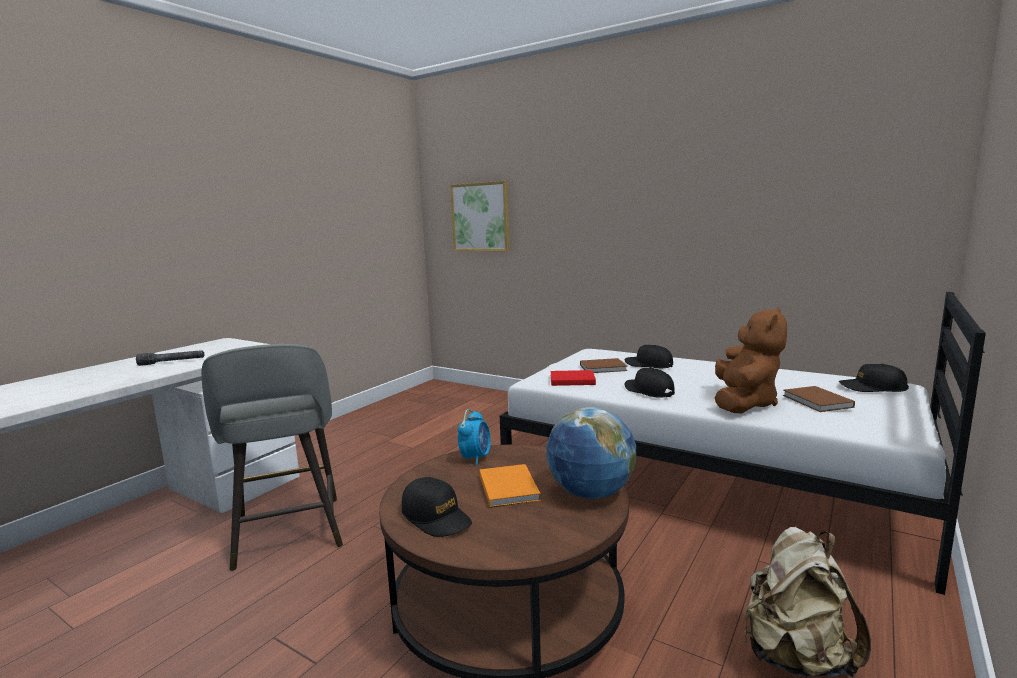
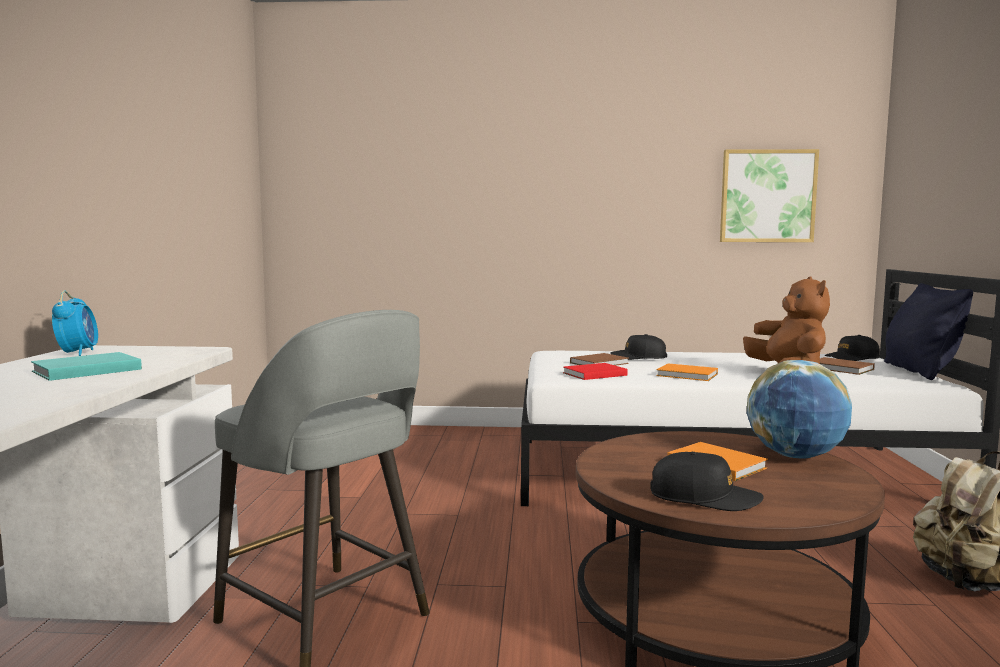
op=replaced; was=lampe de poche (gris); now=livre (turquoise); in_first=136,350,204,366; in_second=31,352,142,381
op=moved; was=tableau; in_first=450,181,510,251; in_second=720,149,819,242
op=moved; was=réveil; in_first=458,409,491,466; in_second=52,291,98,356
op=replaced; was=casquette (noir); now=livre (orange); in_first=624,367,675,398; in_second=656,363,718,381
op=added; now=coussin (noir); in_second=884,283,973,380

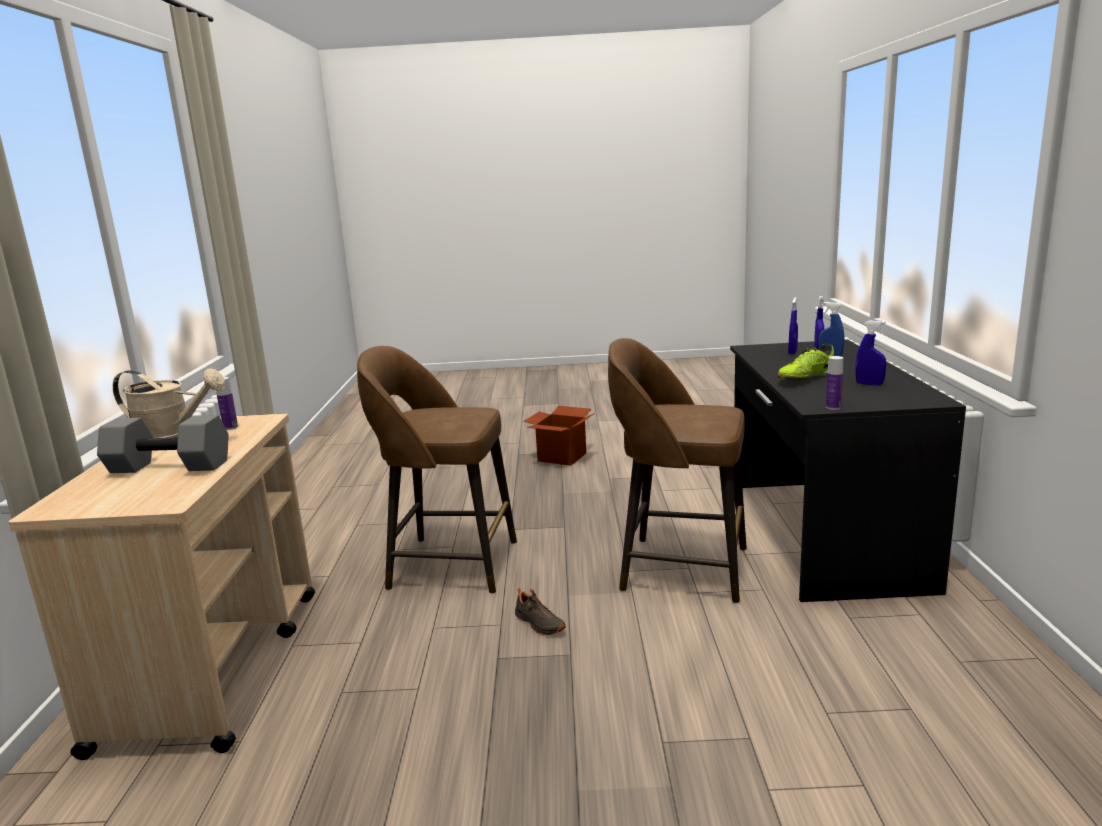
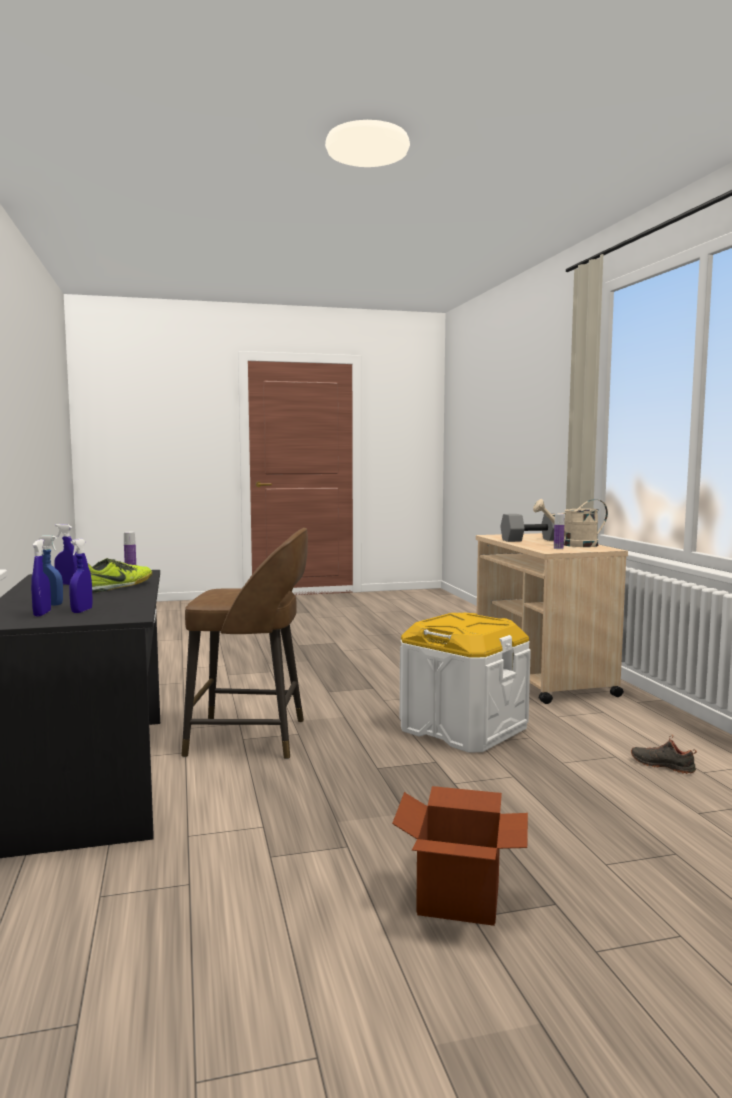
op=replaced; was=tabouret (marron); now=boîte de rangement (blanc); in_first=357,346,517,594; in_second=400,613,531,753
op=moved; was=chaussure (noir); in_first=515,588,566,635; in_second=631,735,697,774

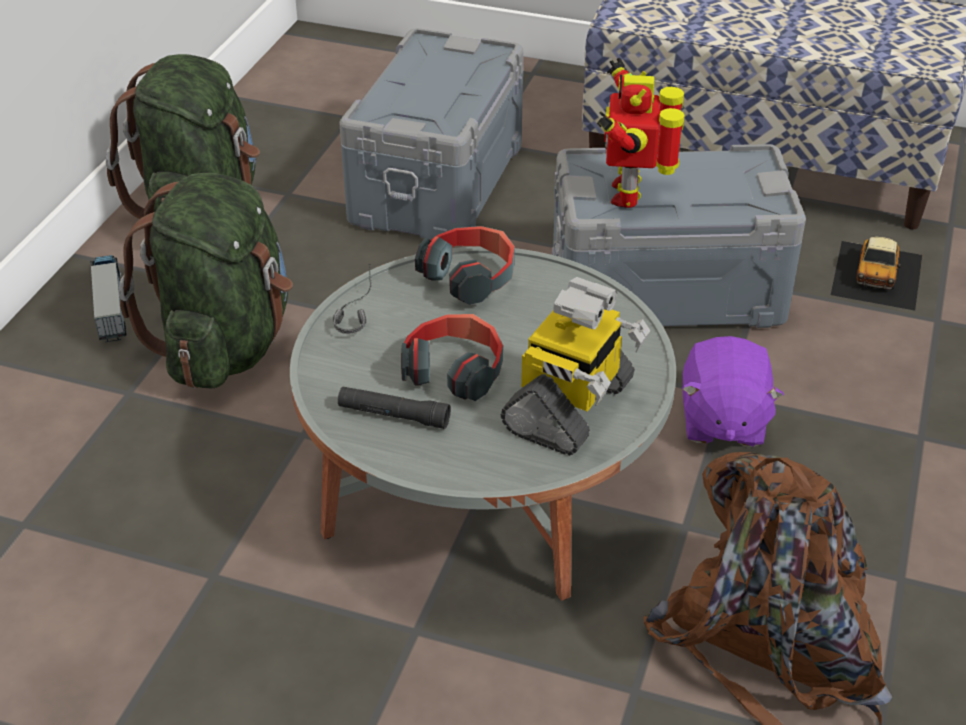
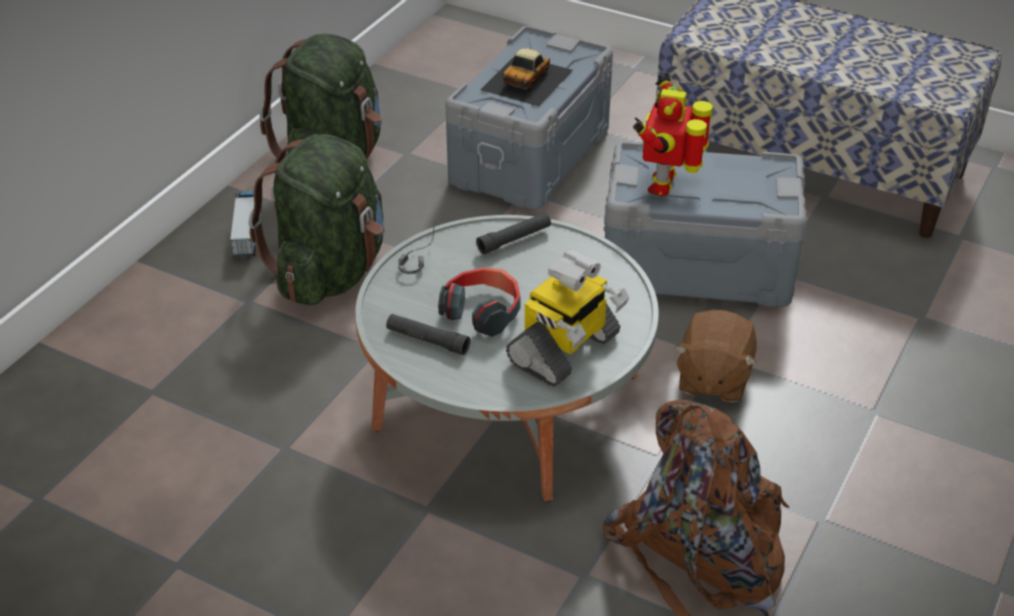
op=replaced; was=casque audio; now=lampe de poche (noir); in_first=415,226,515,305; in_second=476,213,551,254
op=recoloured; was=peluche (violet); now=peluche (marron); in_first=682,336,784,447; in_second=674,310,757,403
op=moved; was=petite voiture; in_first=831,237,922,311; in_second=480,48,573,106

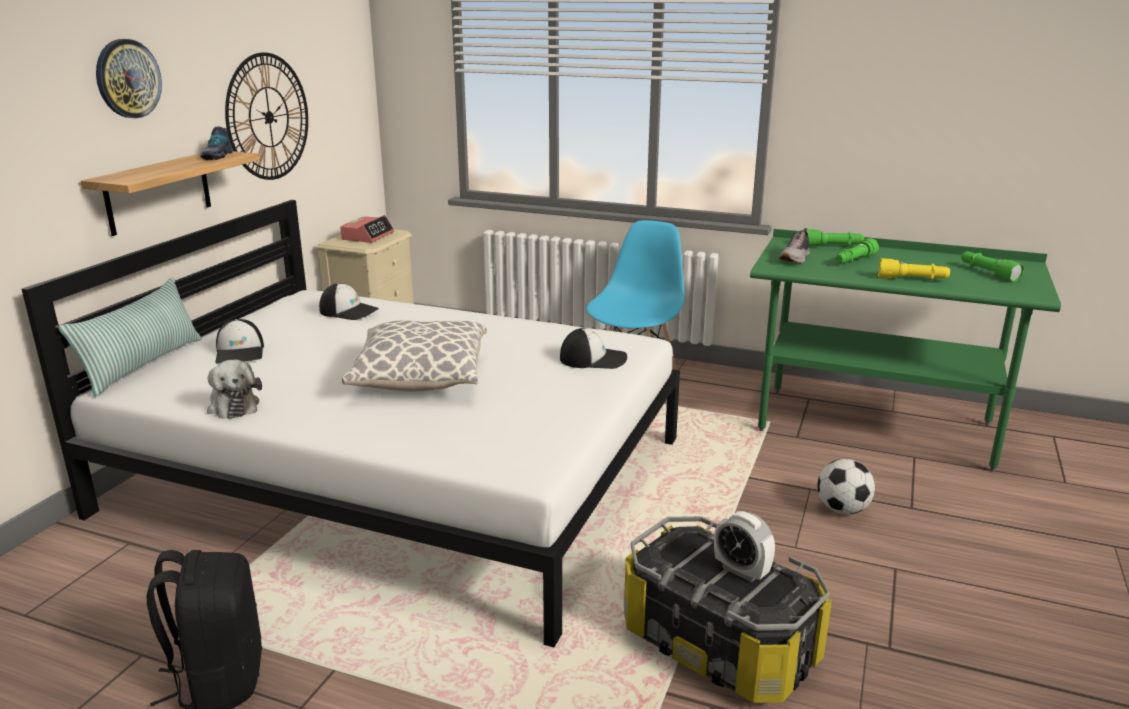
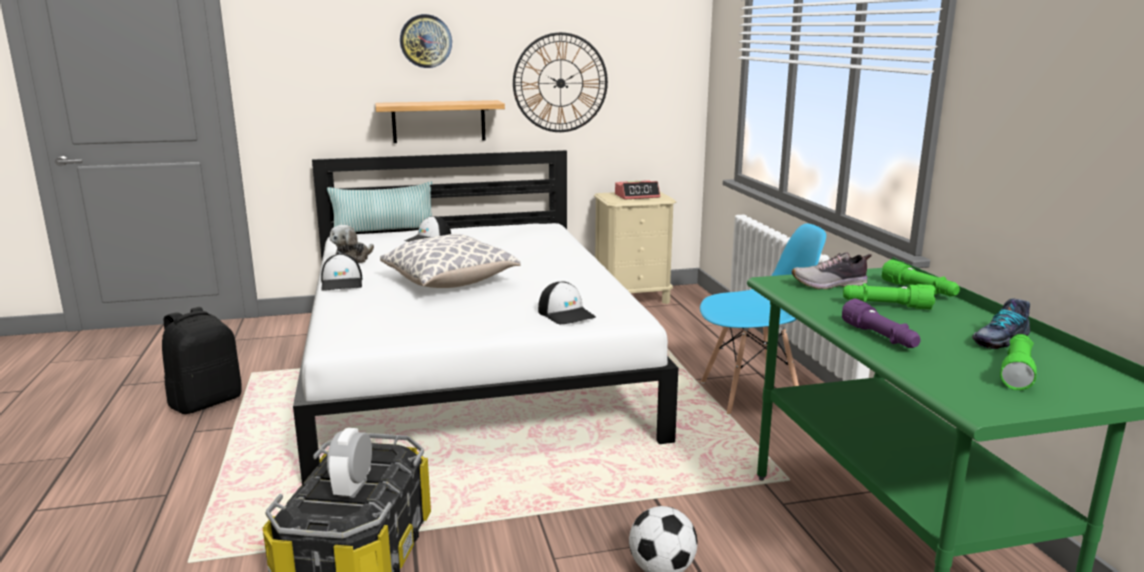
op=moved; was=chaussure; in_first=200,126,233,160; in_second=972,298,1030,349
op=moved; was=casquette; in_first=319,283,379,320; in_second=321,254,362,291
op=recoloured; was=lampe de poche (jaune); now=lampe de poche (violet); in_first=878,258,950,280; in_second=842,299,921,348

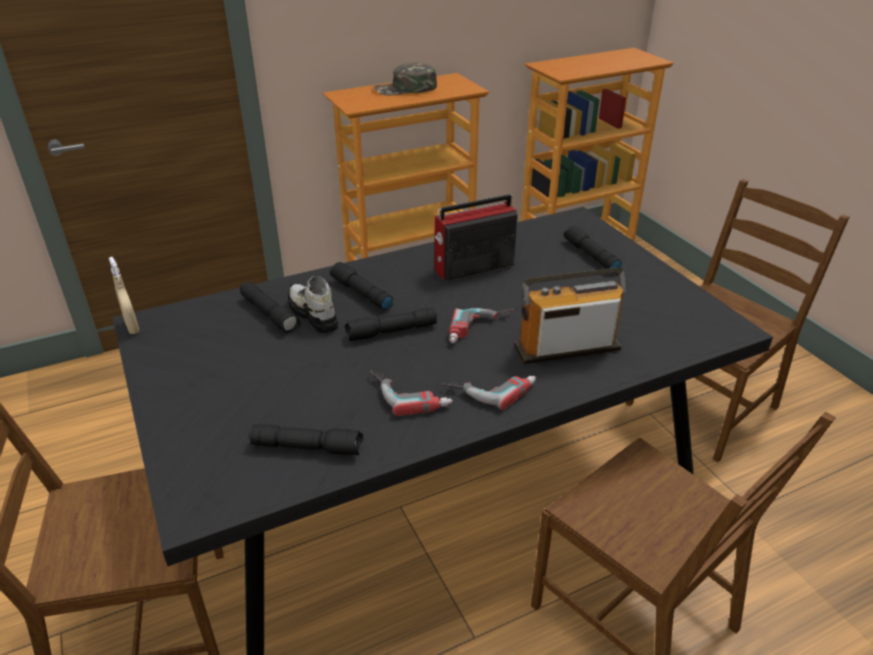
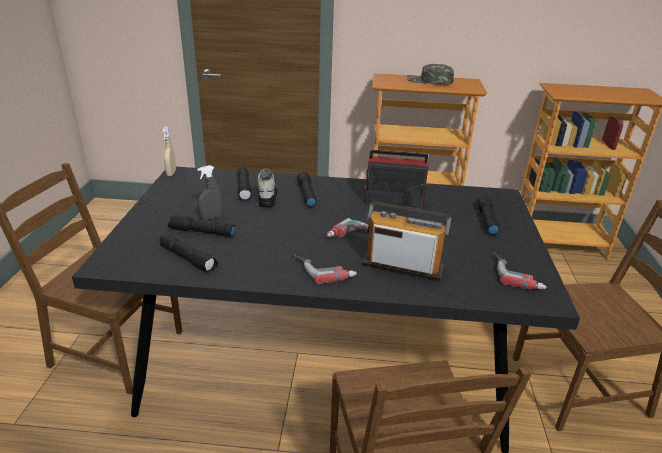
op=moved; was=lampe de poche (noir); in_first=345,308,437,341; in_second=168,214,236,237
op=moved; was=perceuse; in_first=370,371,453,416; in_second=493,252,547,290
op=added; now=vaporisateur (gris); in_second=197,165,222,220

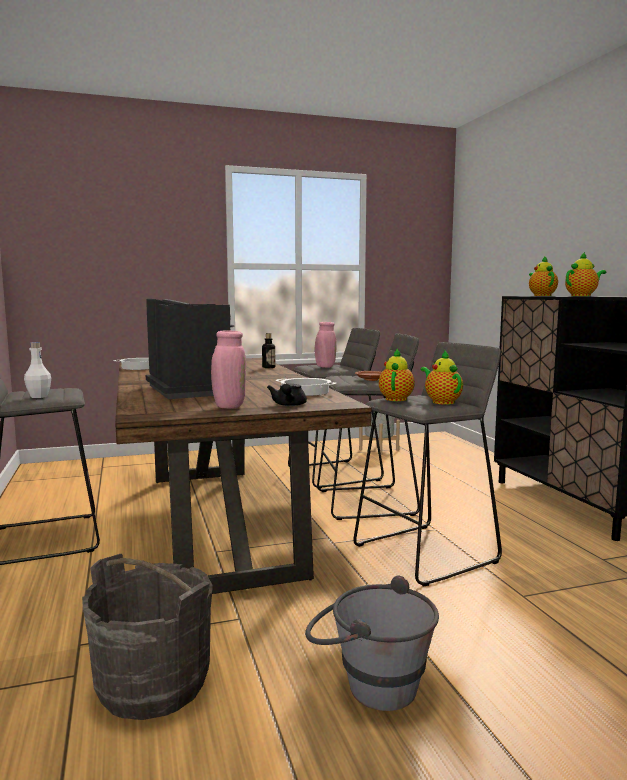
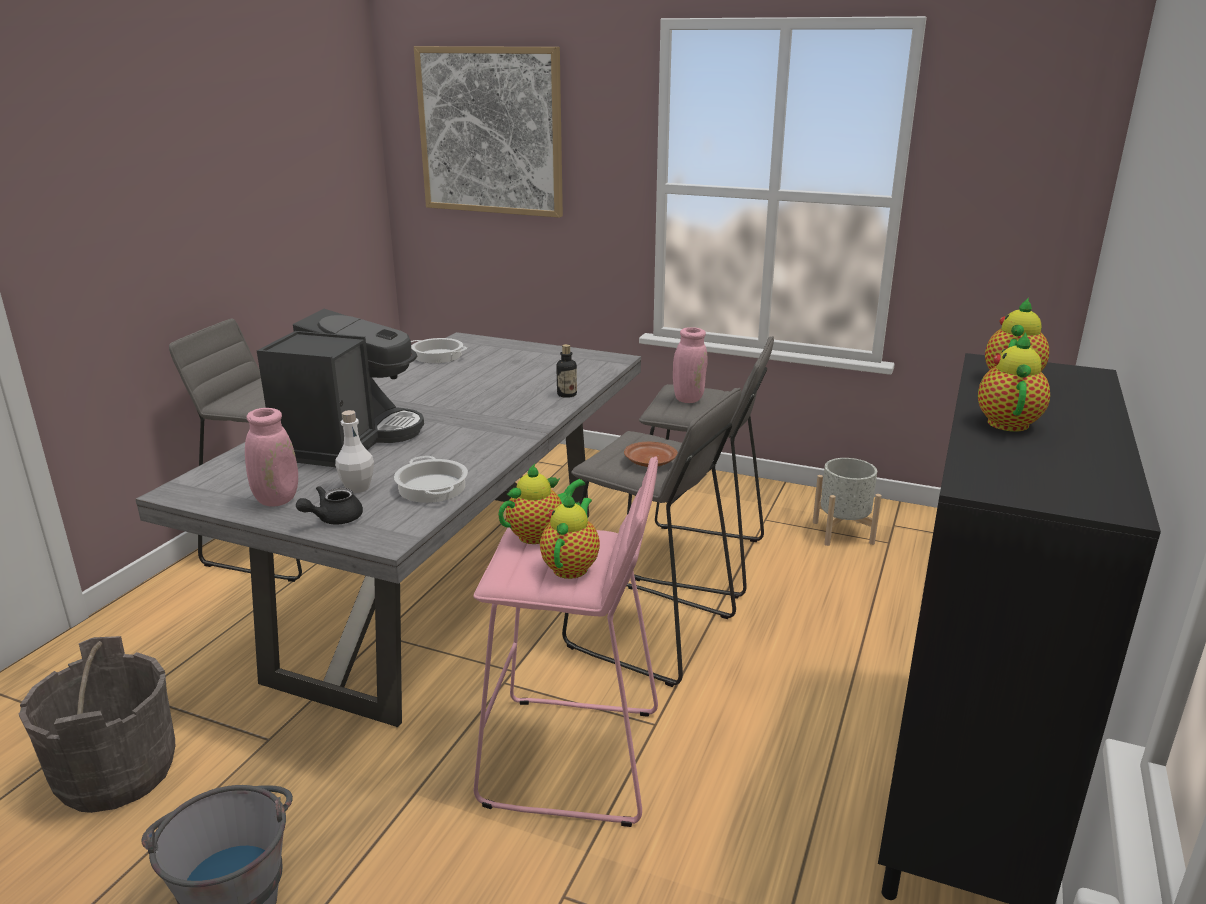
op=moved; was=bouteille (blanc); in_first=24,342,51,398; in_second=335,410,374,493
op=recoloured; was=table à manger (marron); now=table à manger (gris); in_first=115,358,372,594; in_second=135,332,641,727
op=recoloured; was=tabouret (gris); now=tabouret (rose); in_first=353,342,502,587; in_second=473,456,658,827
op=turned; was=théière; in_first=565,252,606,296; in_second=978,332,1050,432; clockwise=-90
op=added; now=tableau; in_second=414,46,563,218

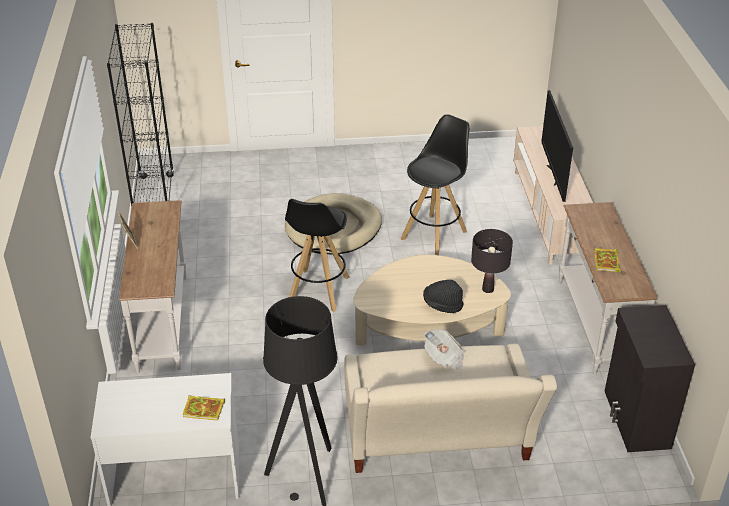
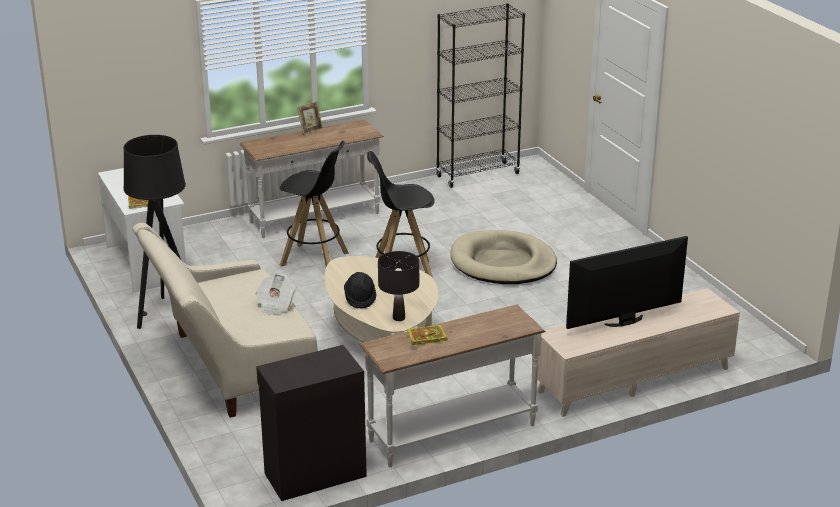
op=moved; was=tabouret (noir); in_first=401,114,469,255; in_second=280,141,349,266

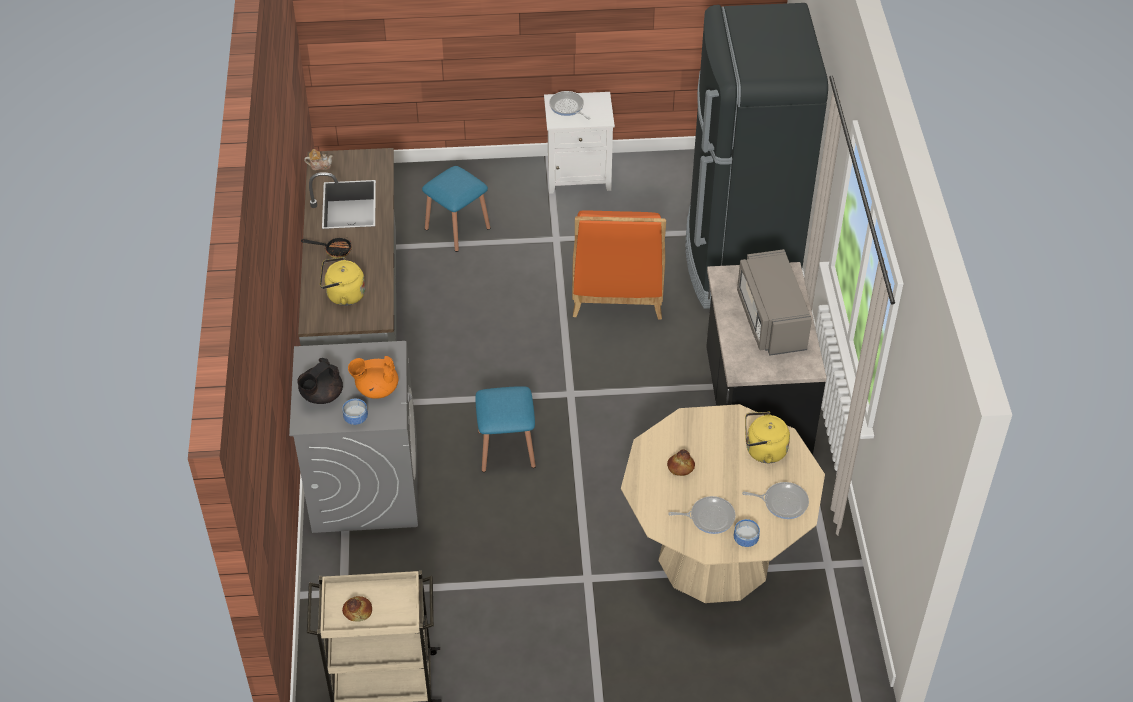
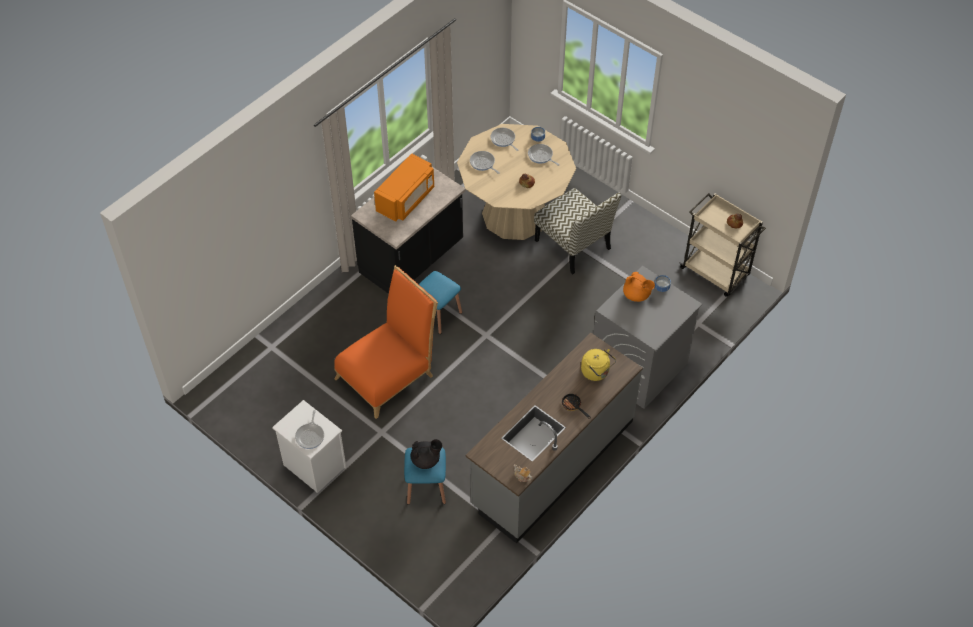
op=moved; was=théière (noir); in_first=297,358,343,404; in_second=410,439,442,469
op=moved; was=tabouret (bleu); in_first=475,386,536,472; in_second=419,271,462,334
op=removed; was=réfrigérateur (noir); in_first=686,3,828,309
op=recoloured; was=micro-ondes (gris); now=micro-ondes (orange); in_first=737,249,812,356; in_second=374,153,434,222
op=replaced; was=bouilloire (jaune); now=poêle; in_first=745,412,790,463; in_second=470,151,500,174
op=added; now=chaise; in_second=534,188,621,274

